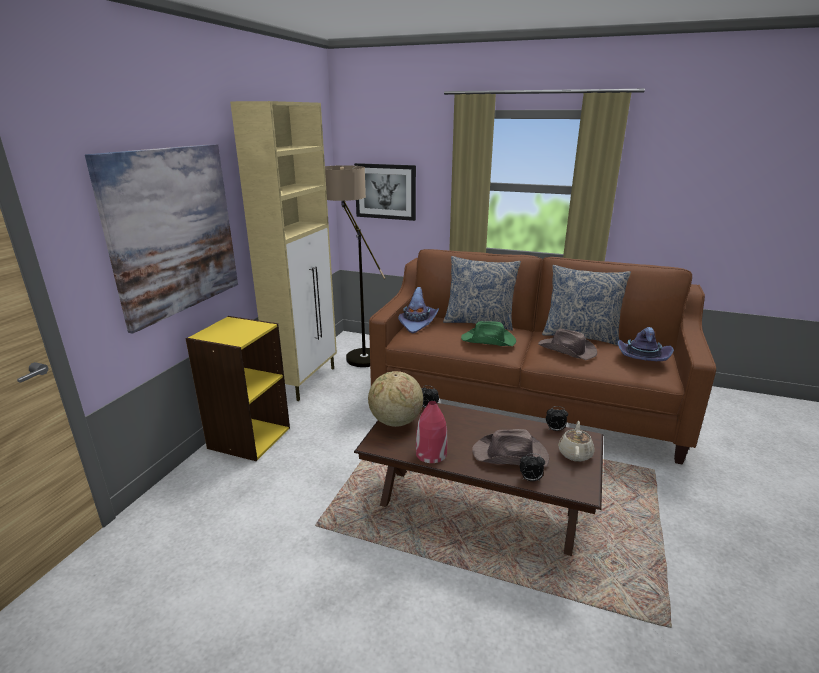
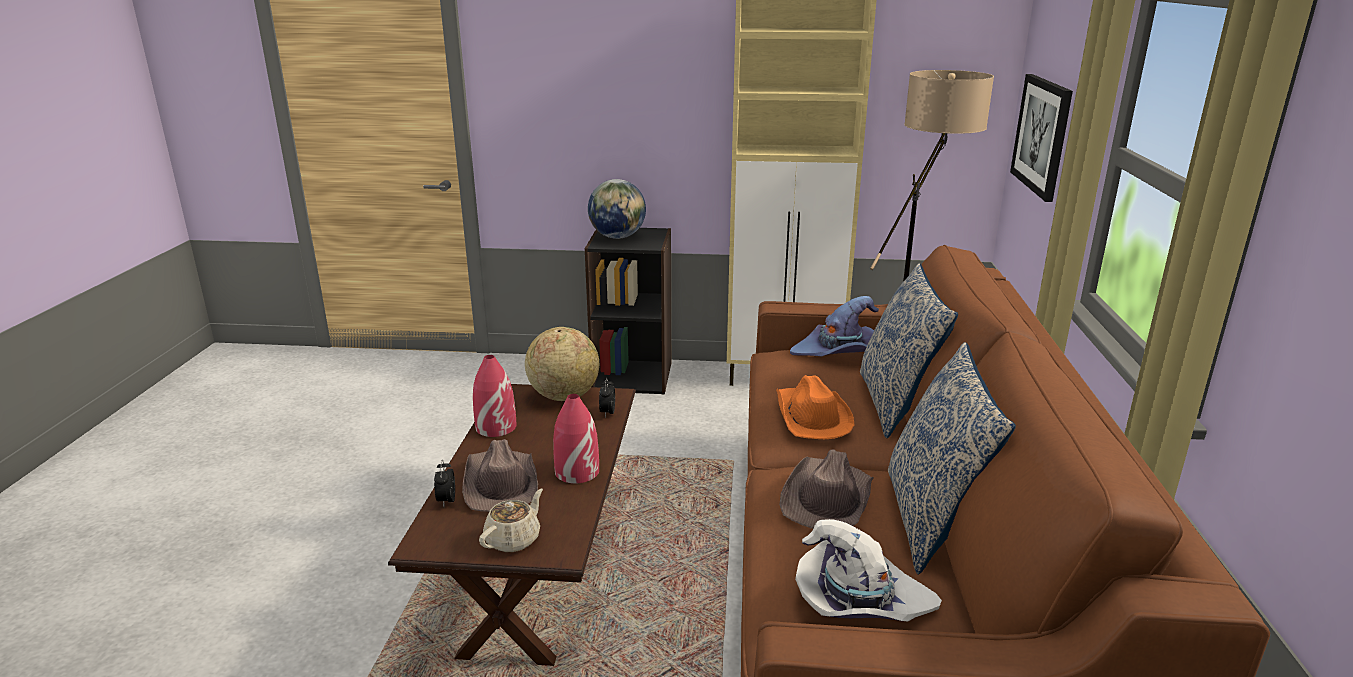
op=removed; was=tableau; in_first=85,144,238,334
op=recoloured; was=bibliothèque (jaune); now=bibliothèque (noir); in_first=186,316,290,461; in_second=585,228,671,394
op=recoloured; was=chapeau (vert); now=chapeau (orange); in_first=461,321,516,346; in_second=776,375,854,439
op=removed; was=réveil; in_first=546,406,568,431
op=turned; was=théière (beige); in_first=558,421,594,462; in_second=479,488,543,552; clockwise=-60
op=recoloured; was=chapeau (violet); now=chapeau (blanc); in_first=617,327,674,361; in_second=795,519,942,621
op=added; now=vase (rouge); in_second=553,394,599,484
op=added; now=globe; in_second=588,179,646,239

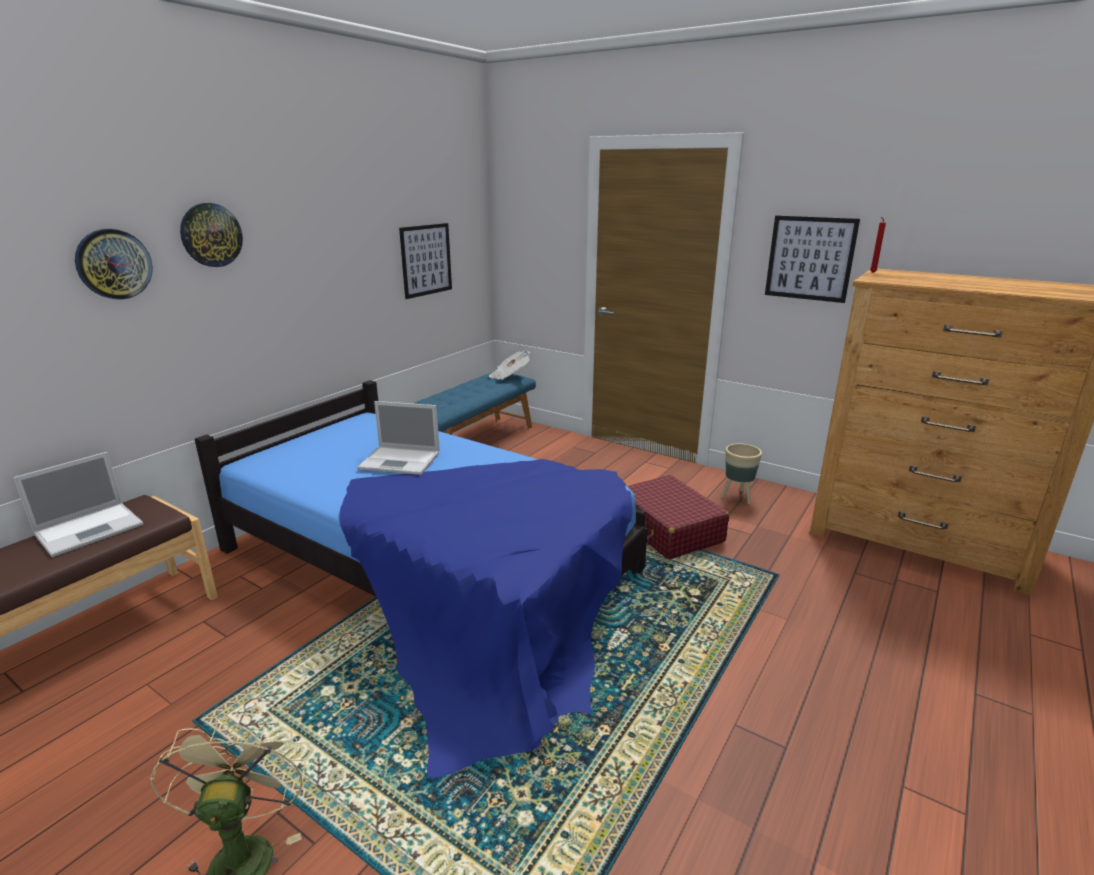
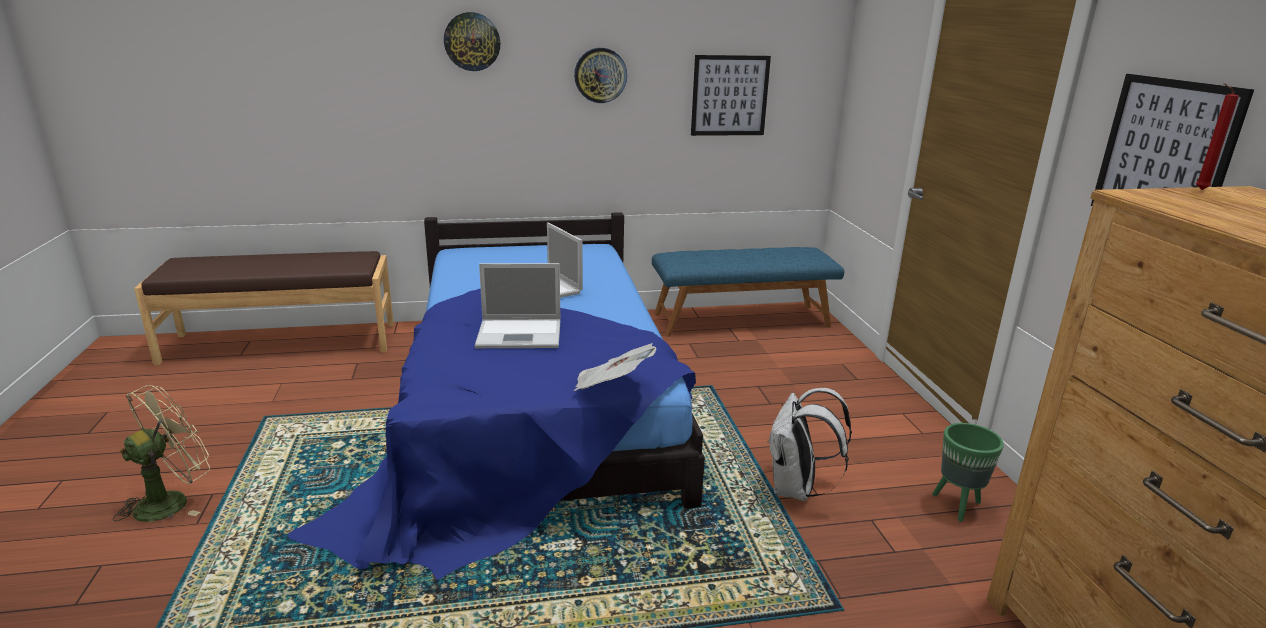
op=moved; was=ordinateur portable; in_first=13,452,144,557; in_second=475,263,560,348
op=moved; was=horloge murale; in_first=75,229,153,300; in_second=574,48,627,103
op=moved; was=journal; in_first=489,351,530,380; in_second=574,343,657,391
op=replaced; was=valise (rouge); now=sac à dos (blanc); in_first=628,475,729,560; in_second=768,388,852,501
op=recoloured; was=cache-pot (beige); now=cache-pot (vert); in_first=721,443,762,504; in_second=932,423,1004,522

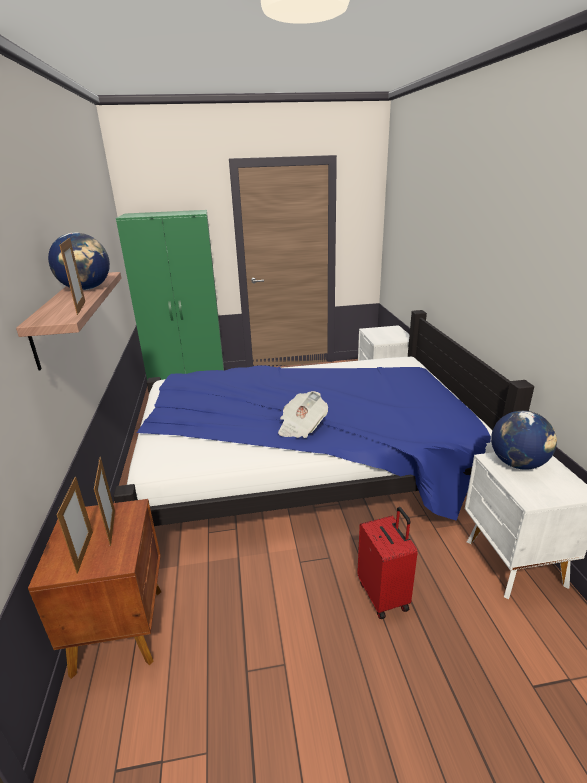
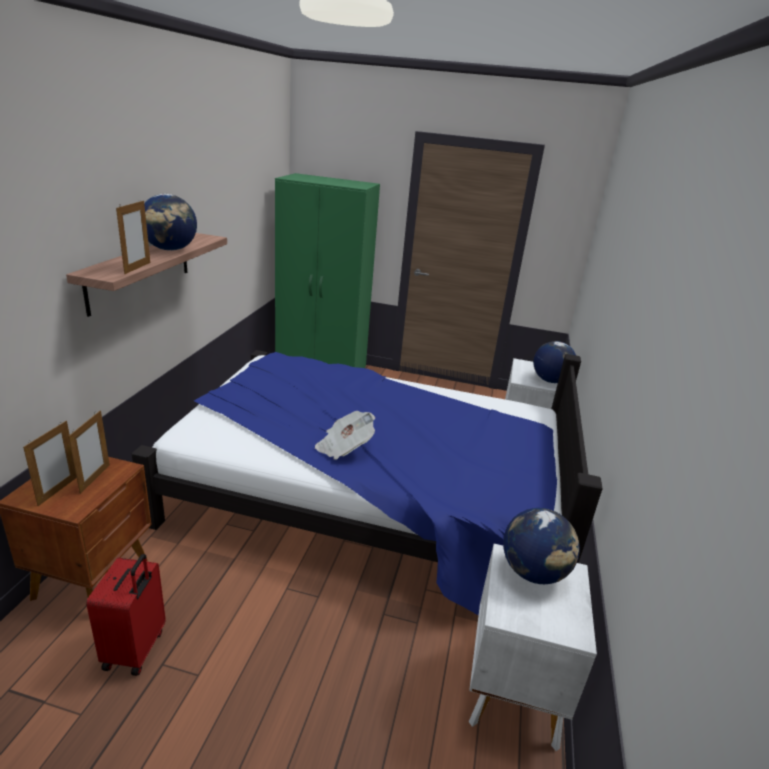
op=moved; was=valise (rouge); in_first=357,507,418,619; in_second=86,554,166,676
op=added; now=globe; in_second=533,341,576,383

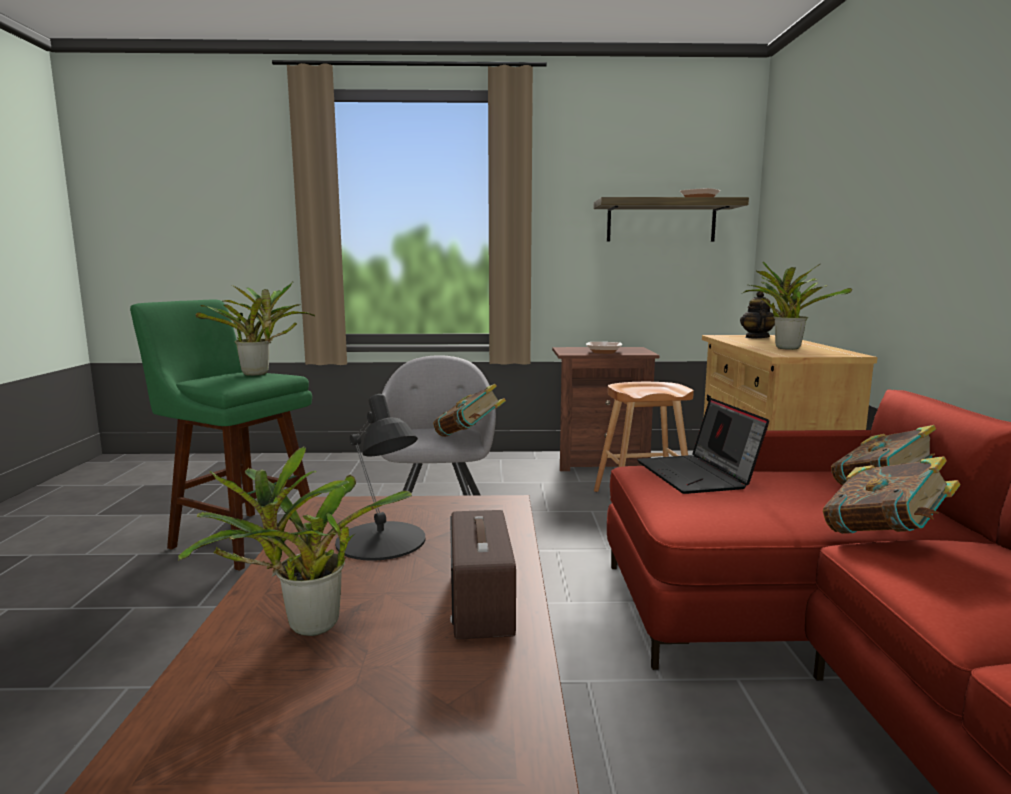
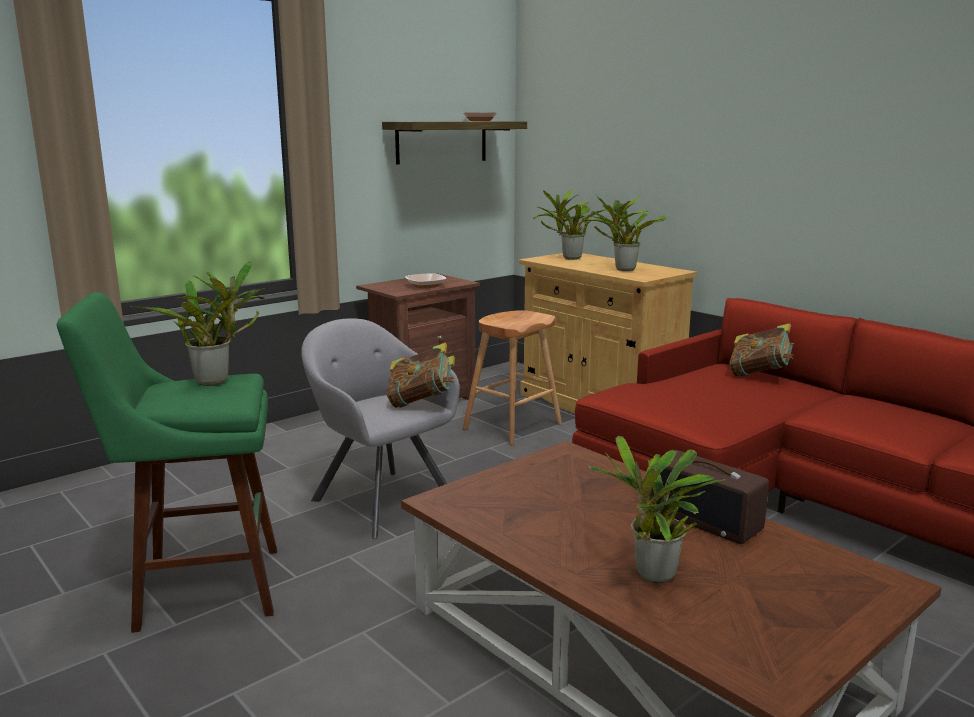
op=removed; was=lampe de table (noir); in_first=335,394,425,561
op=removed; was=ordinateur portable; in_first=637,398,769,494
op=replaced; was=théière; now=plante en pot; in_first=740,292,775,338; in_second=533,190,613,260
op=removed; was=livre; in_first=823,456,961,534

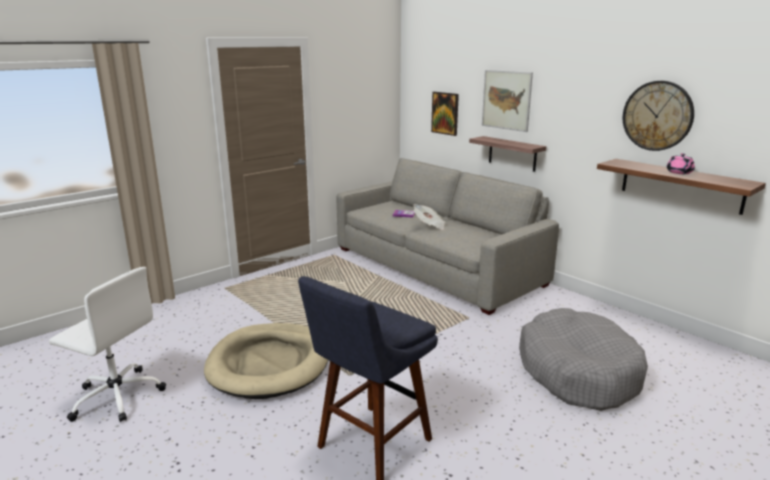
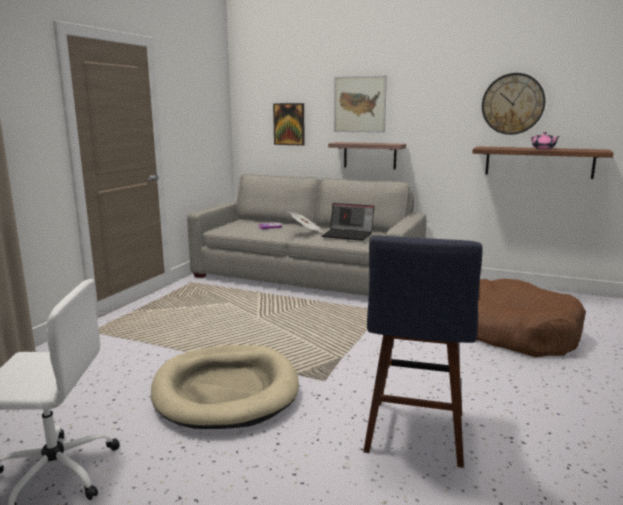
op=recoloured; was=panier pour chien (gris); now=panier pour chien (marron); in_first=519,308,648,411; in_second=476,279,586,357
op=added; now=ordinateur portable; in_second=321,203,374,241

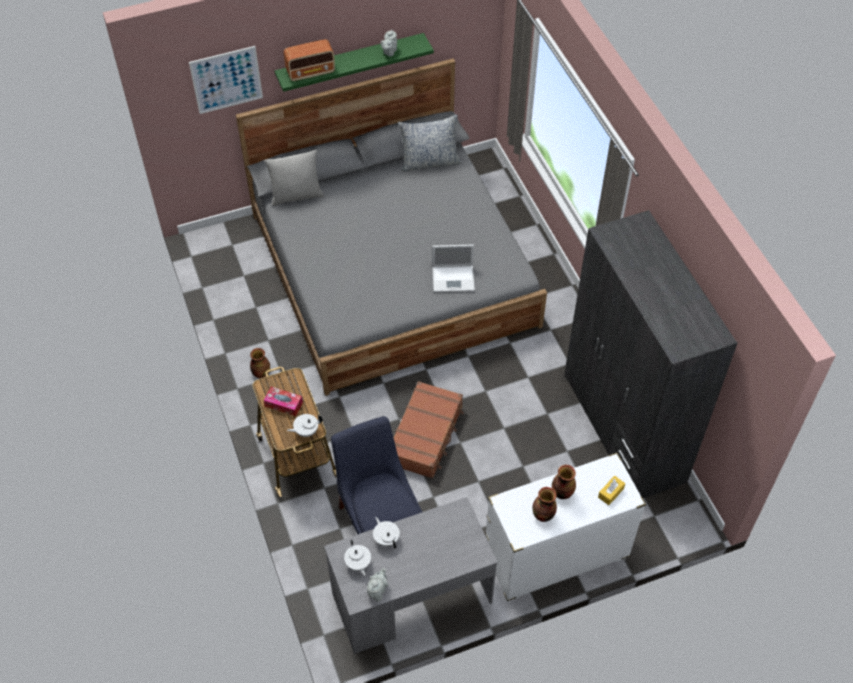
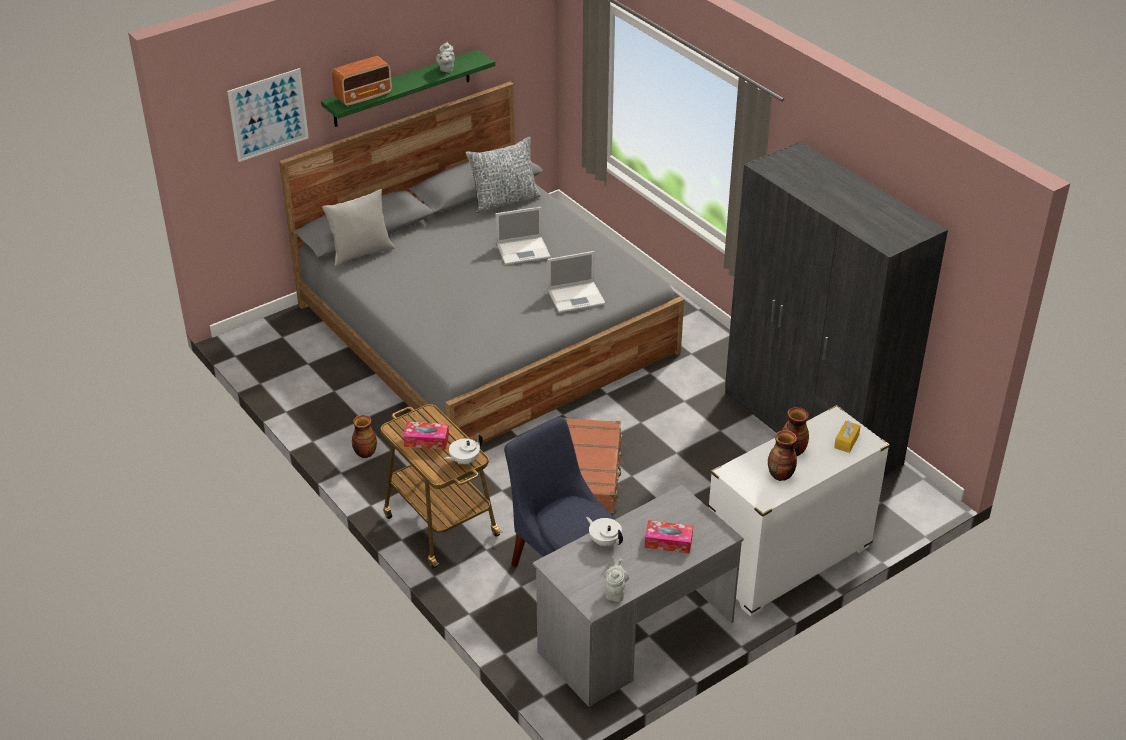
op=removed; was=théière (blanc); in_first=344,540,371,576
op=added; now=ordinateur portable; in_second=495,207,551,265
op=added; now=boîte à mouchoirs; in_second=645,520,693,554

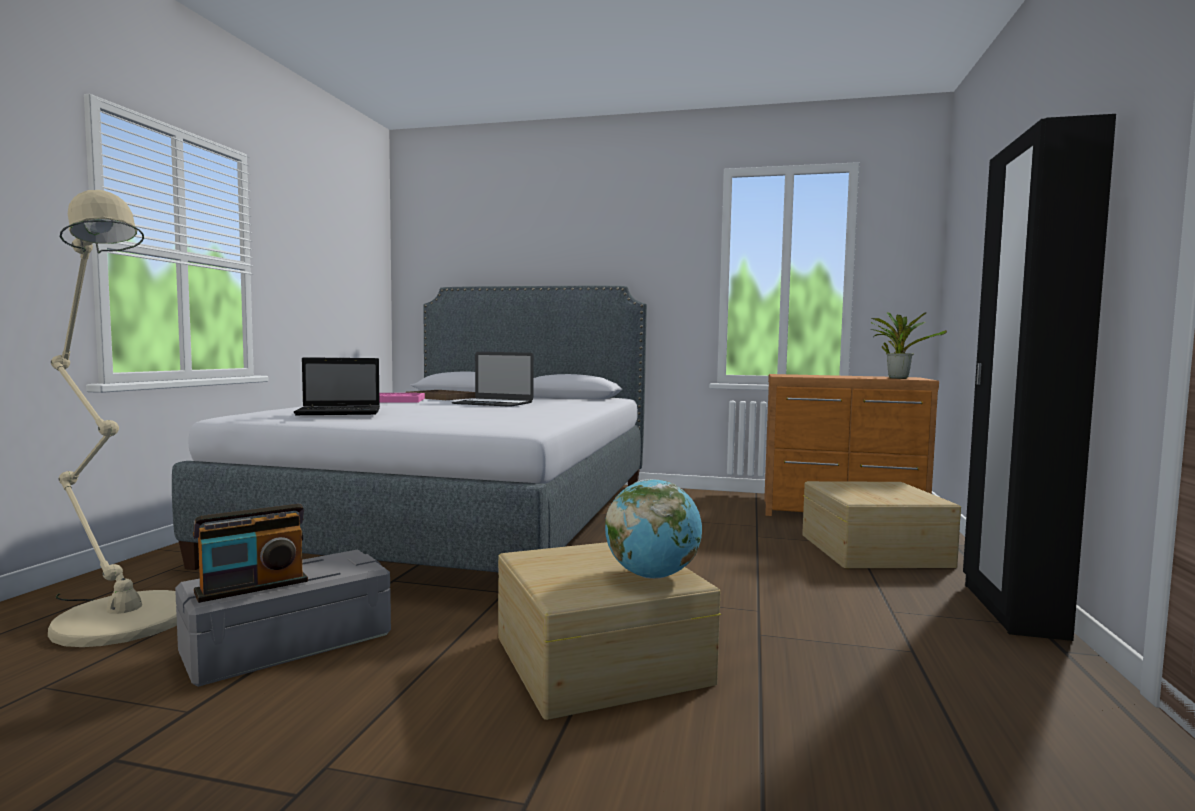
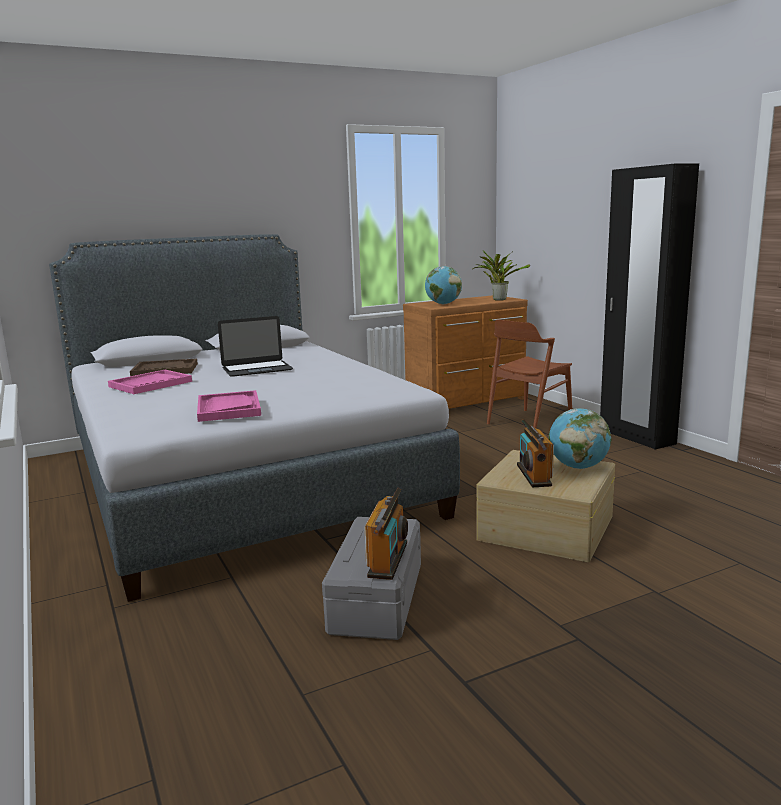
op=removed; was=lampadaire (beige); in_first=48,190,177,647
op=replaced; was=ordinateur portable; now=plateau (rose); in_first=294,357,380,415; in_second=197,390,261,422
op=replaced; was=boîte de rangement (beige); now=chaise (marron); in_first=802,481,961,568; in_second=487,319,572,428
op=added; now=globe; in_second=425,266,462,304
op=added; now=radio; in_second=517,419,554,487

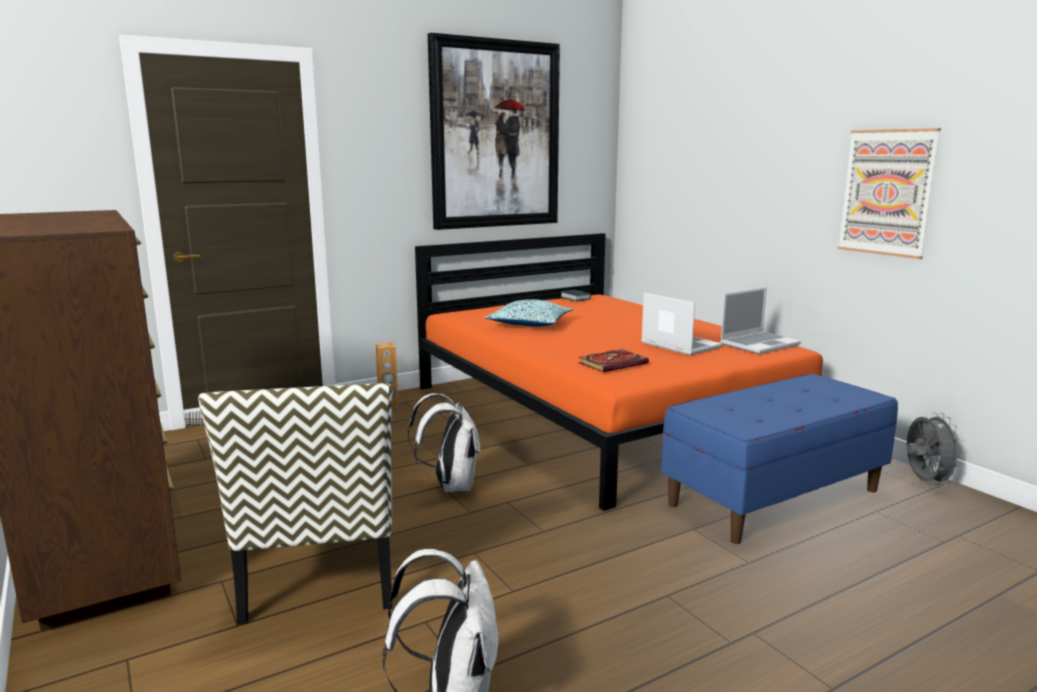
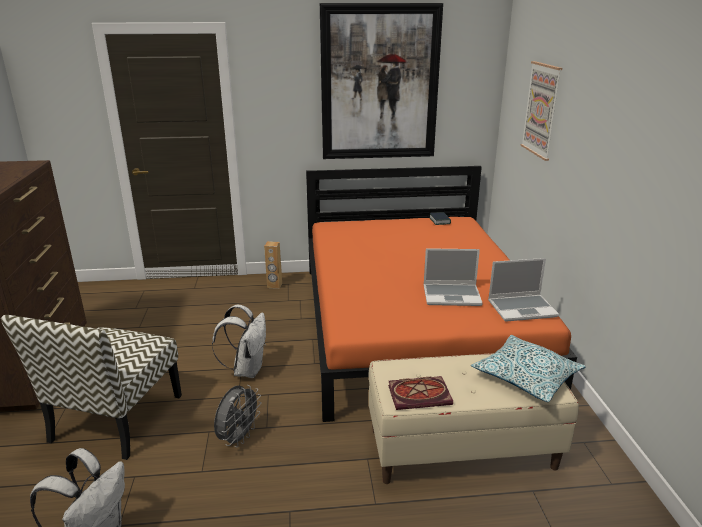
op=moved; was=coussin; in_first=484,299,573,327; in_second=471,335,586,402
op=moved; was=livre; in_first=579,349,649,372; in_second=388,376,453,410
op=turned; was=ordinateur portable; in_first=641,293,722,355; in_second=424,248,483,306; clockwise=105
op=recoloured; was=banc (bleu); now=banc (beige); in_first=661,374,898,544; in_second=369,353,579,484
op=moved; was=tableau; in_first=838,128,941,259; in_second=520,61,562,161
op=moved; was=ventilateur (gris); in_first=907,413,963,486; in_second=214,385,261,447

